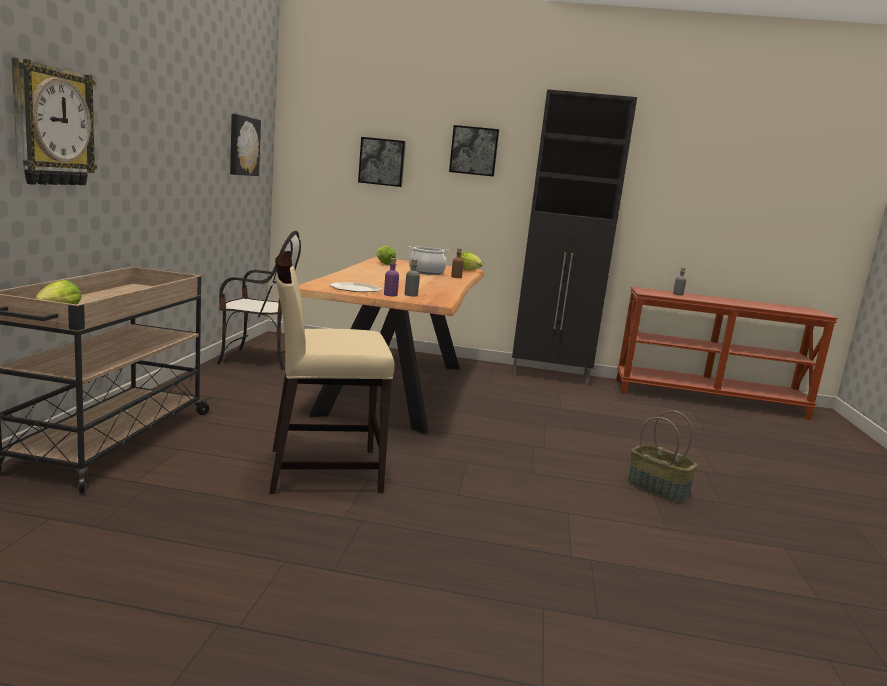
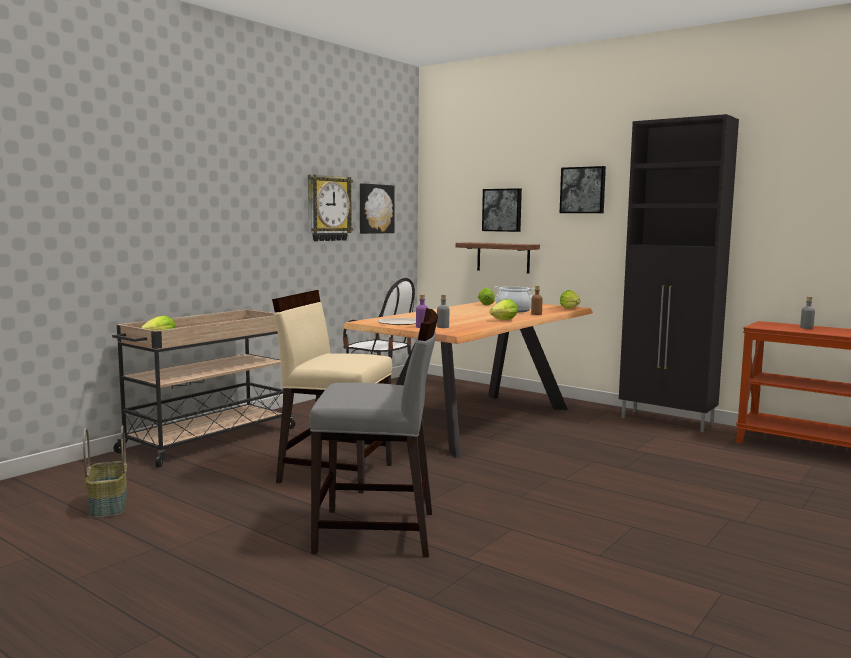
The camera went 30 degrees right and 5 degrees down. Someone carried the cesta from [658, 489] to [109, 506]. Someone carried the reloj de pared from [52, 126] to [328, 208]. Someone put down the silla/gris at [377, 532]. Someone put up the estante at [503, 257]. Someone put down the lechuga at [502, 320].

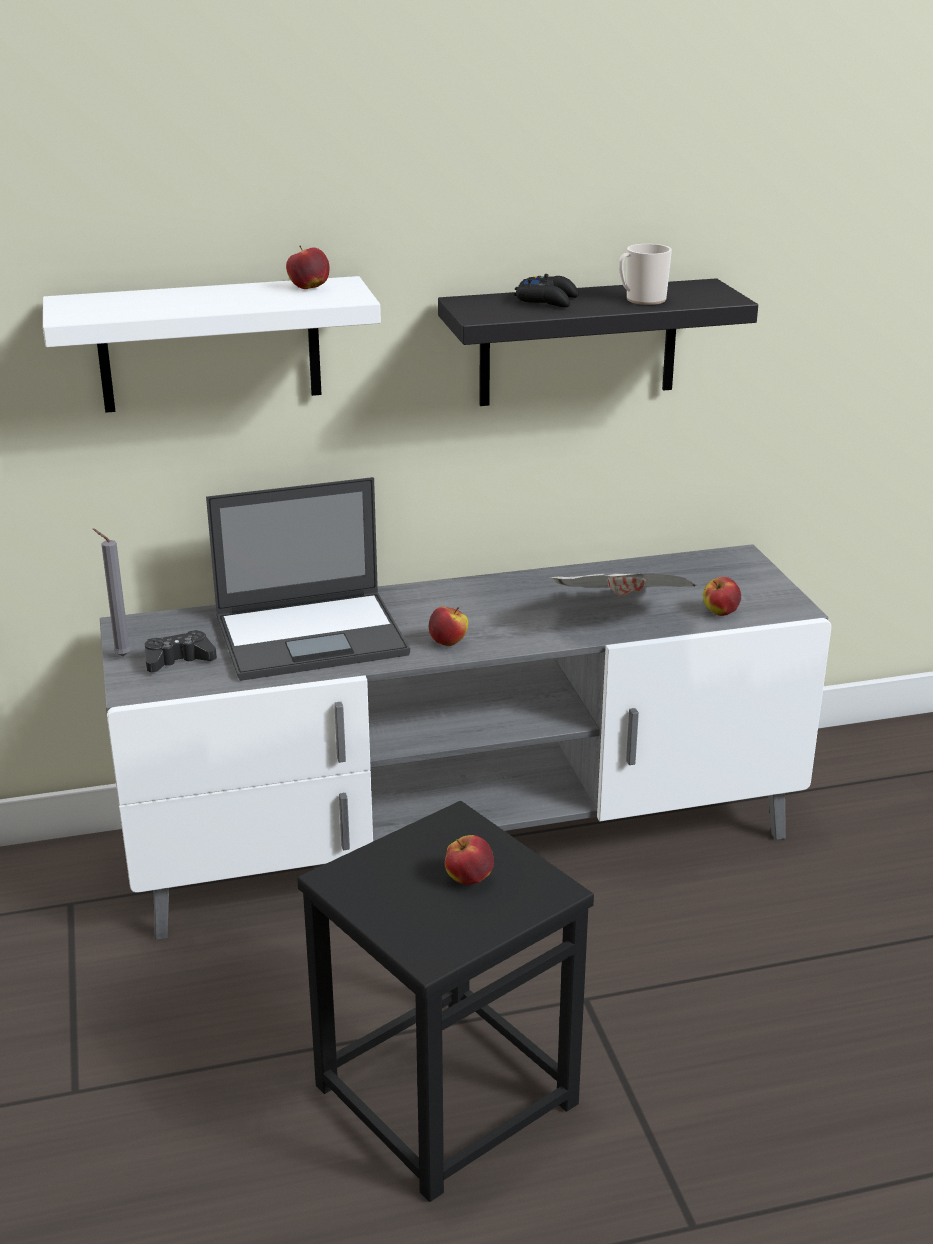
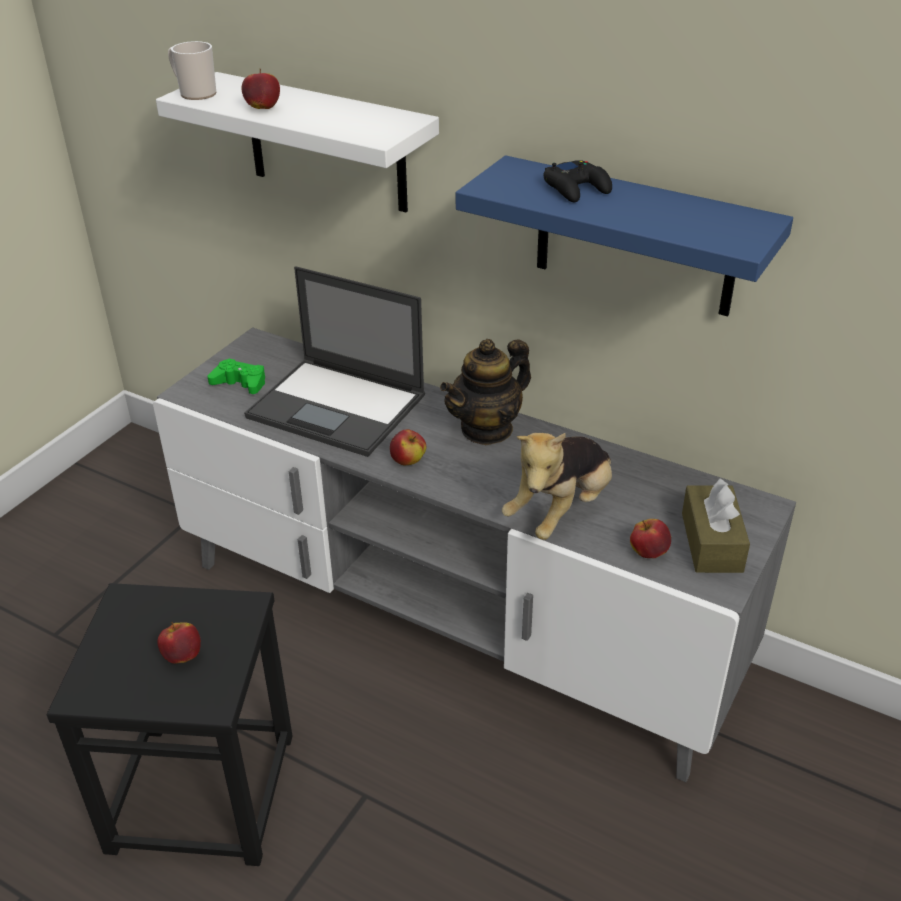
The camera went 45 degrees right and 10 degrees up. Someone carried the taza grande from [641, 300] to [194, 93]. Someone repainted the mando de consola/negro at [178, 660], which became the mando de consola/verde at [240, 383]. Someone carried the manzana from [309, 288] to [263, 108]. Someone put down the tetera at [487, 429]. Someone repainted the estante/negro at [578, 343], which became the estante/azul at [635, 238]. Someone swapped the periódico at [620, 618] for the peluche at [561, 510]. Someone put down the caja de pañuelos/marrón at [711, 542]. Someone took away the vela/gris at [120, 656].

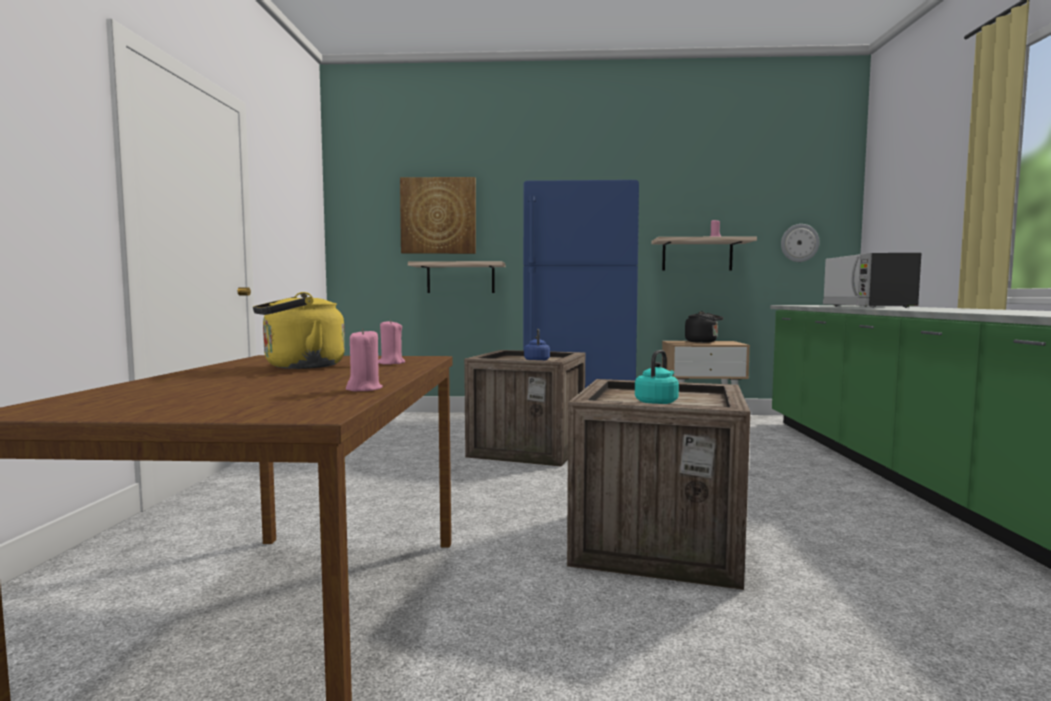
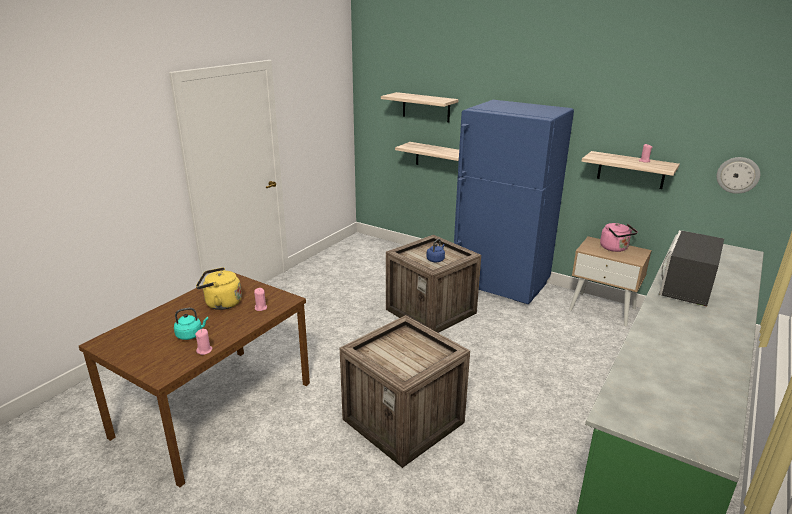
The camera went 30 degrees right and 20 degrees up. Someone carried the hervidor/turquesa from [657, 402] to [191, 335]. Someone swapped the cuadro at [438, 216] for the estante at [426, 107]. Someone repainted the hervidor/negro at [703, 342], which became the hervidor/rosa at [615, 248].

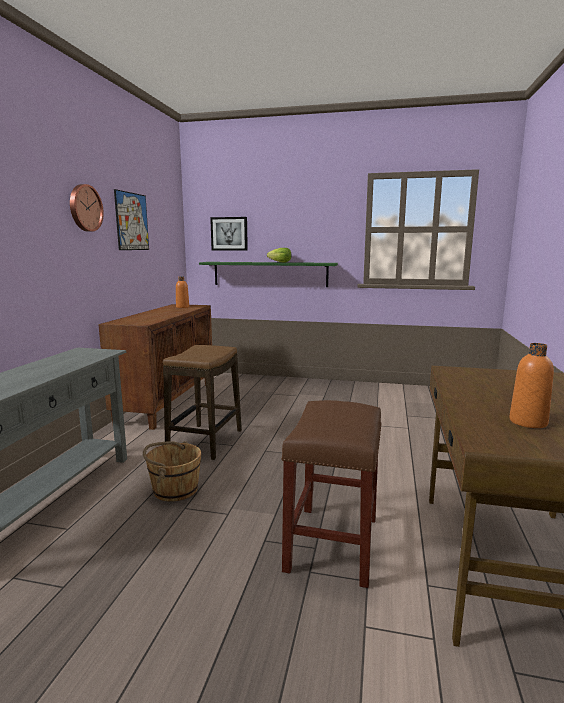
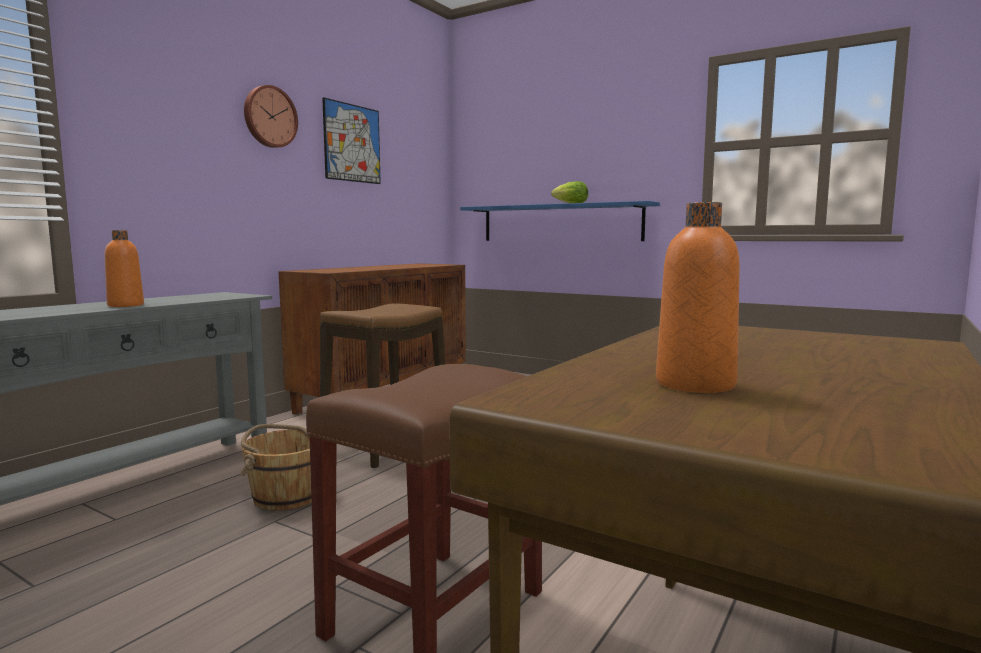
The camera went 20 degrees right and 5 degrees down. Someone carried the botella/naranja from [182, 307] to [125, 305]. Someone repainted the estante/verde at [270, 274], which became the estante/azul at [560, 223]. Someone took away the cuadro at [229, 234].

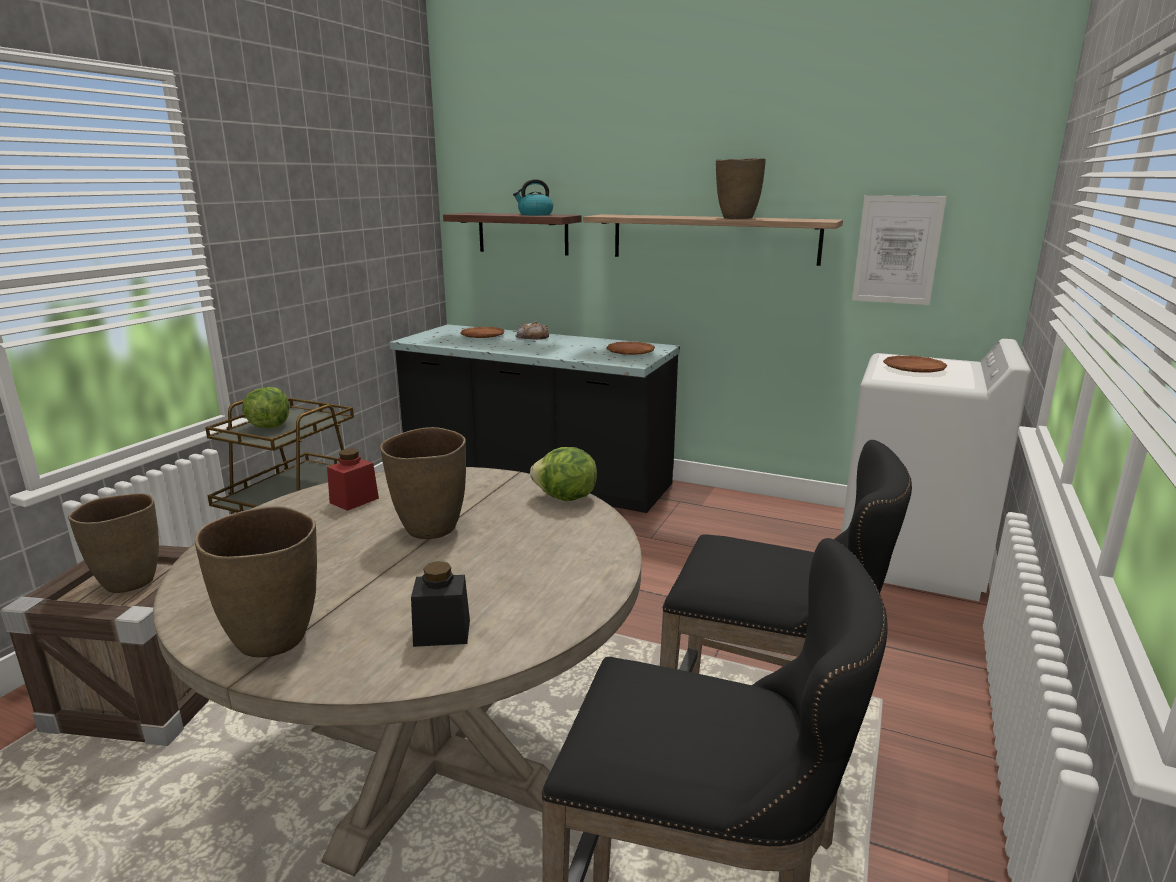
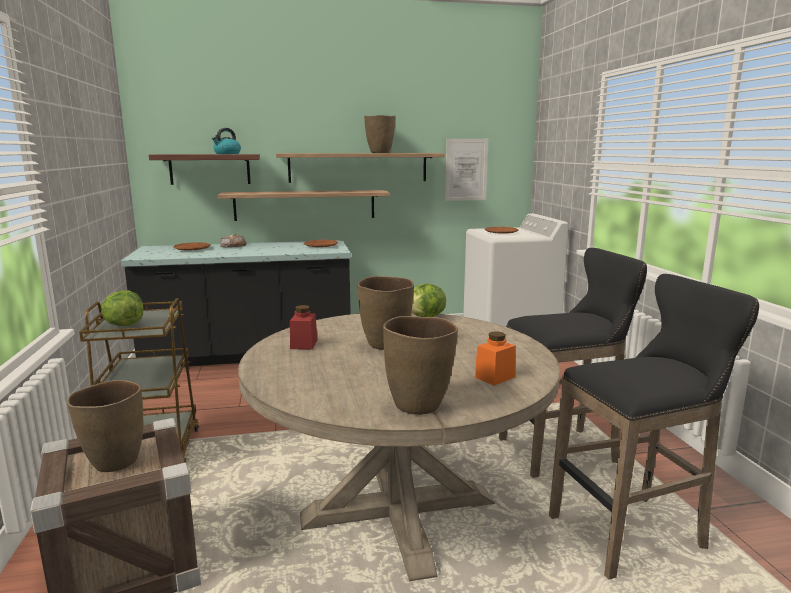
The camera went 35 degrees left and 5 degrees down. Someone put up the estante at [305, 205]. Someone repainted the tarro/negro at [442, 633], which became the tarro/naranja at [495, 377].

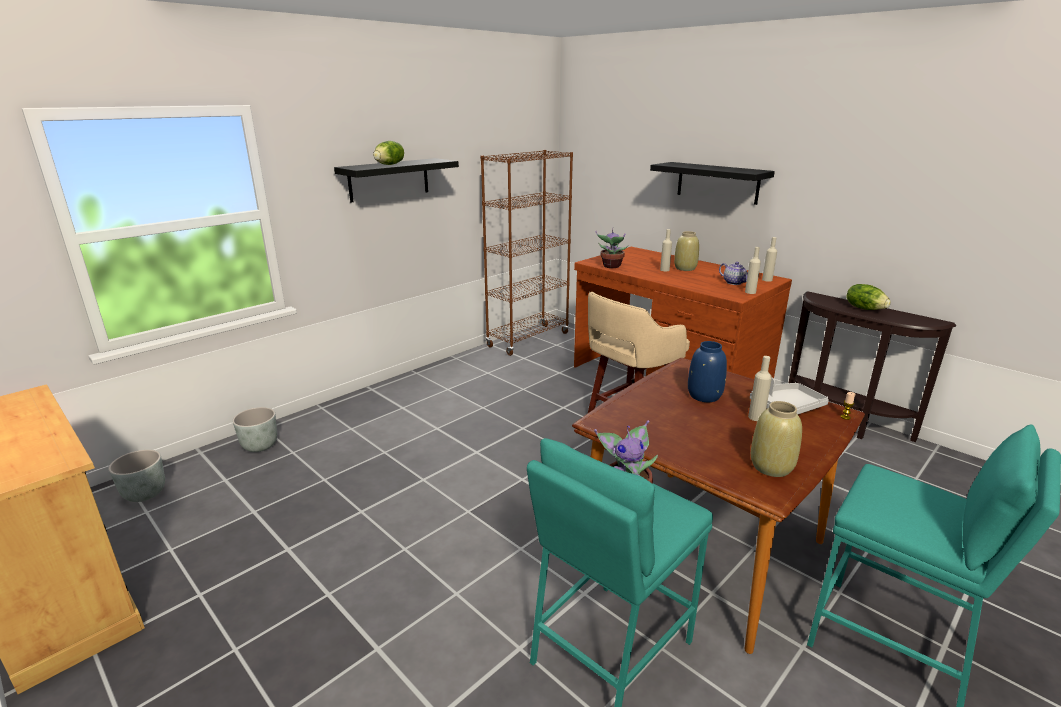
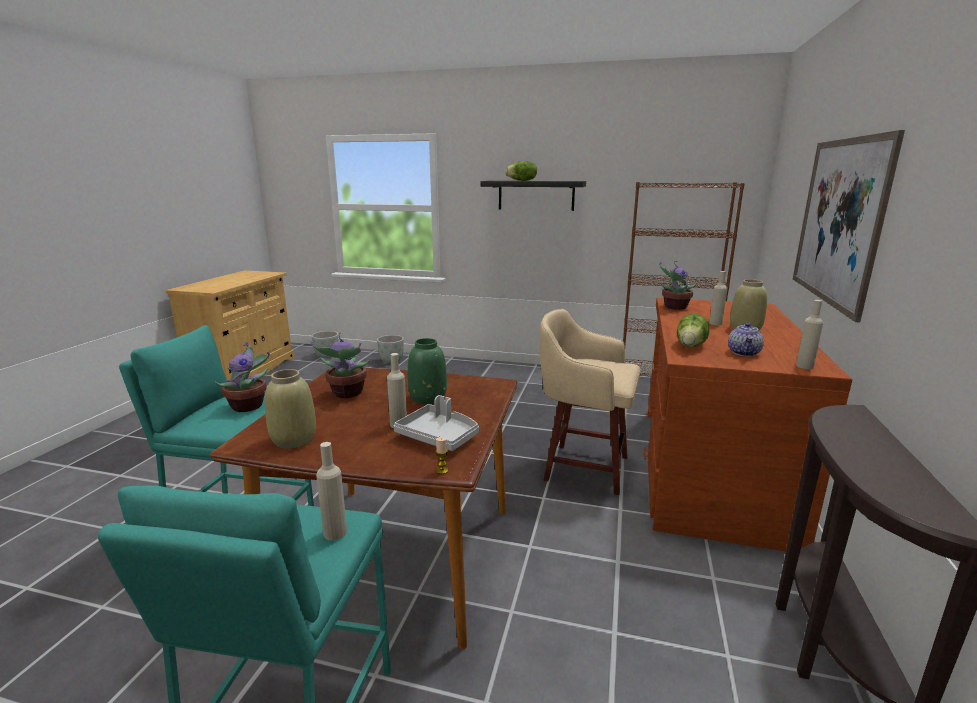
The camera went 60 degrees right and 5 degrees down. Someone put down the planta en maceta at [347, 394]. Someone carried the botella/beis from [750, 292] to [335, 532]. Someone repainted the florero/azul at [703, 396], which became the florero/verde at [428, 398]. Someone carried the lechuga from [864, 308] to [691, 346]. Someone swapped the estante/negro at [717, 182] for the cuadro at [838, 221].

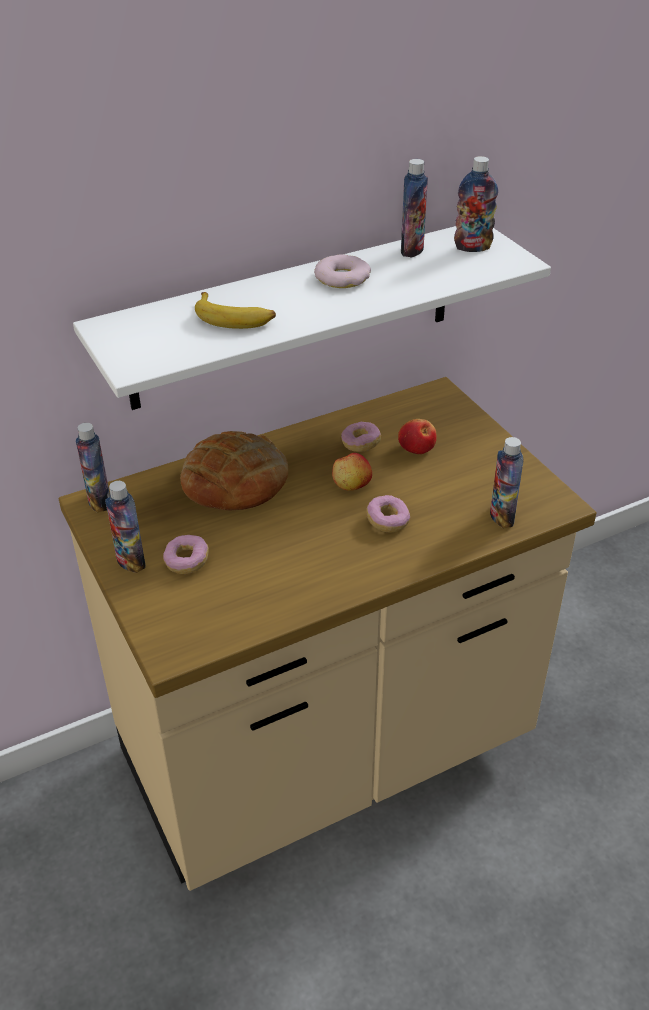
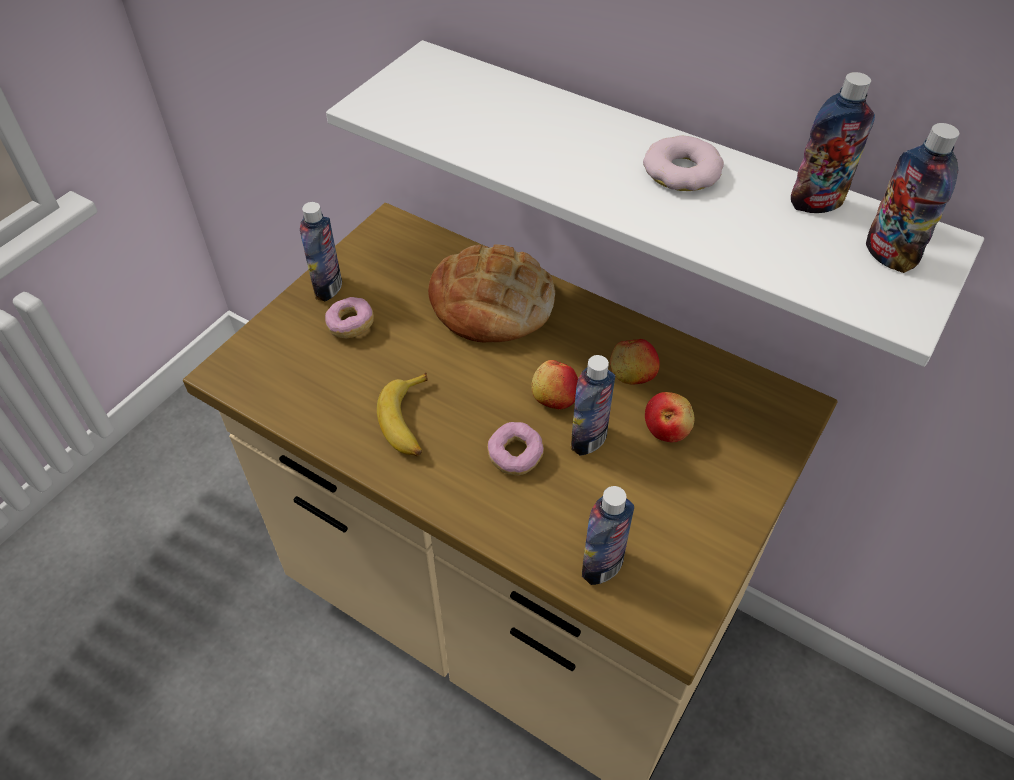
The camera went 60 degrees right and 10 degrees up. Someone carried the plátano from [234, 318] to [409, 422]. Someone carried the botella from [99, 501] to [588, 440]. Someone swapped the rosquilla at [361, 444] for the manzana at [632, 375].

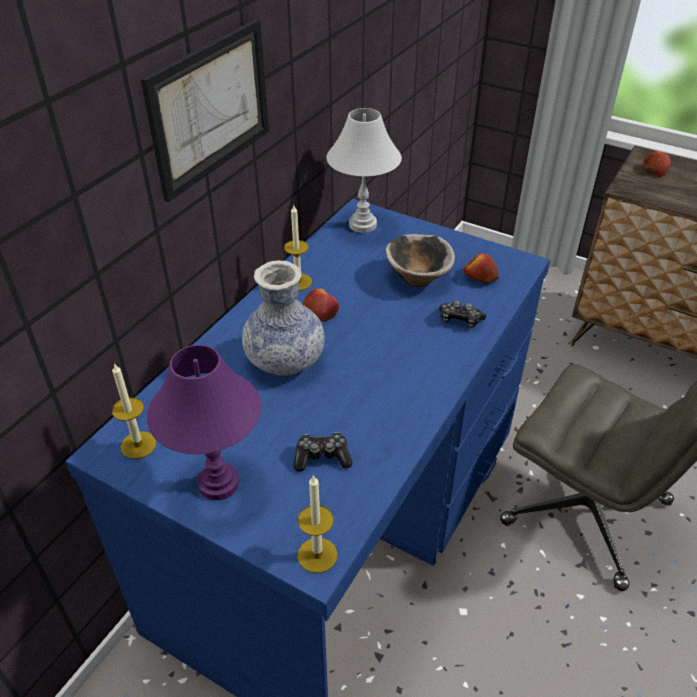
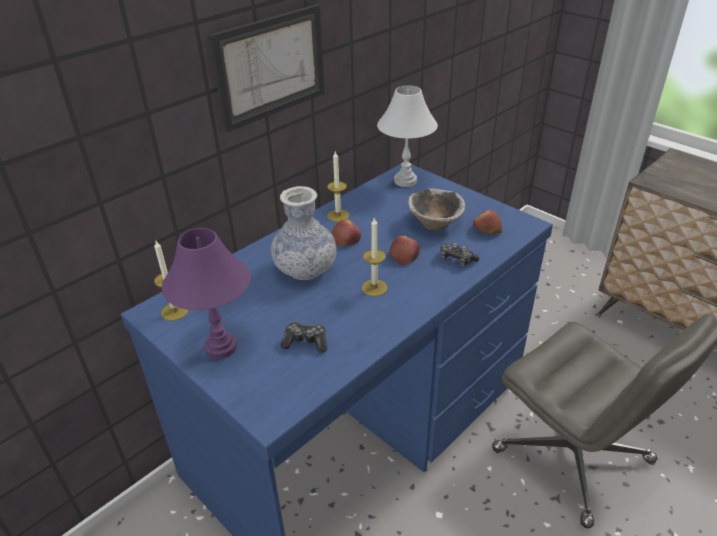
The camera went 15 degrees right and 5 degrees down. Someone carried the vela from [317, 555] to [374, 287]. Someone carried the manzana from [654, 170] to [404, 255].

